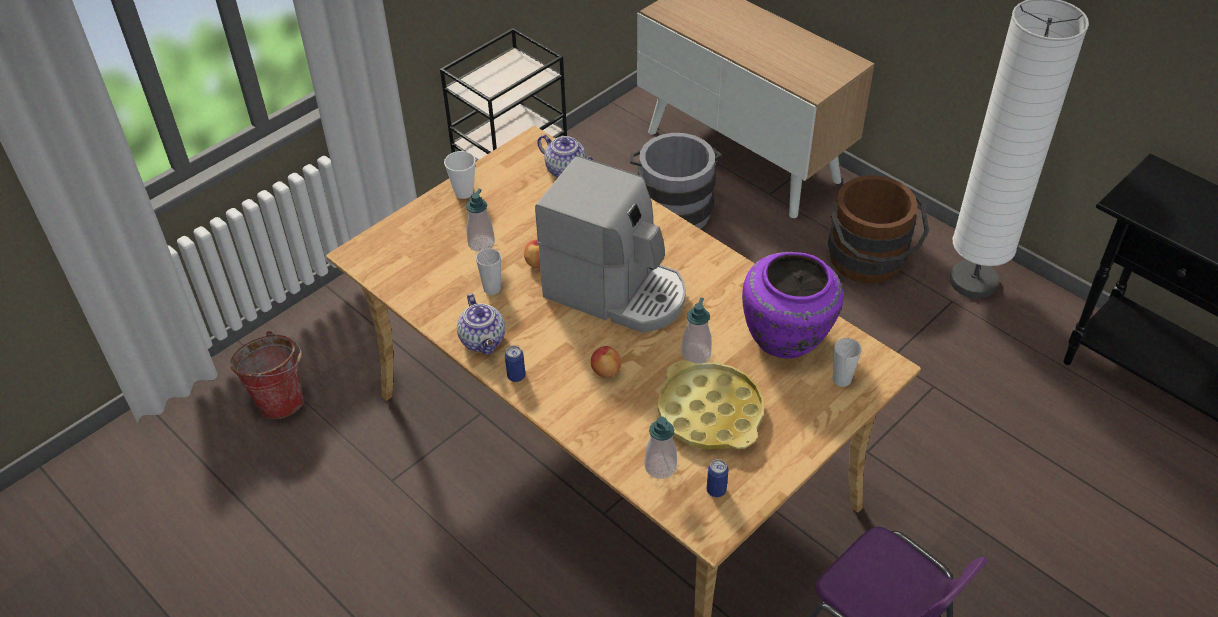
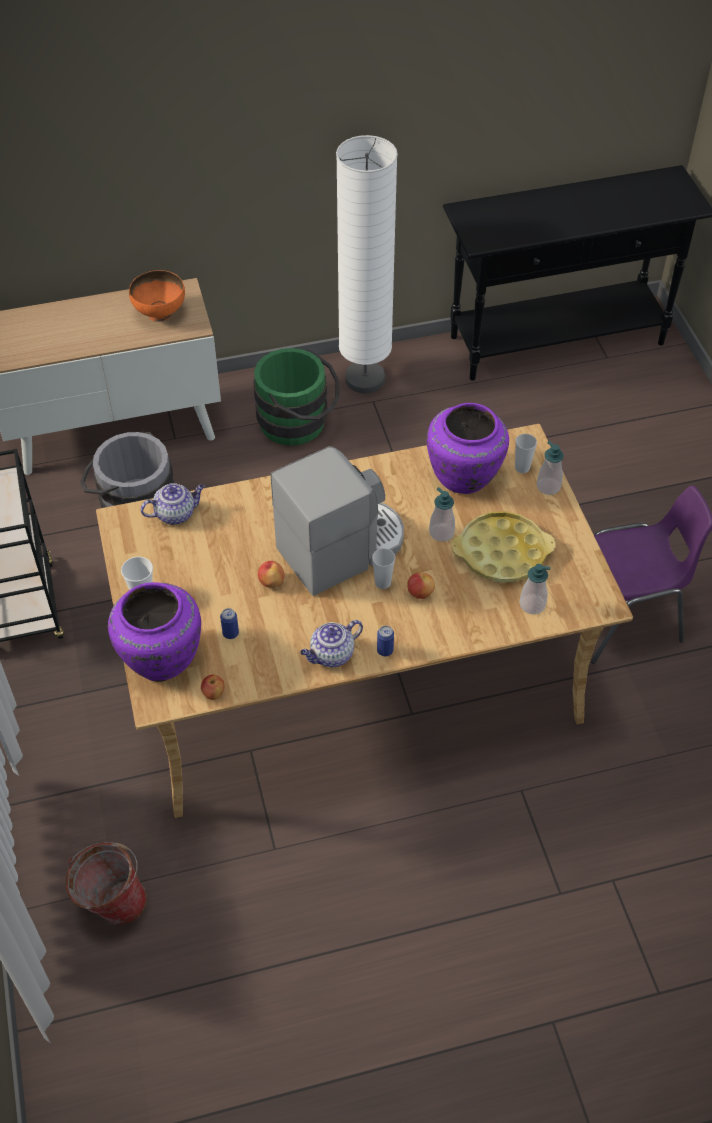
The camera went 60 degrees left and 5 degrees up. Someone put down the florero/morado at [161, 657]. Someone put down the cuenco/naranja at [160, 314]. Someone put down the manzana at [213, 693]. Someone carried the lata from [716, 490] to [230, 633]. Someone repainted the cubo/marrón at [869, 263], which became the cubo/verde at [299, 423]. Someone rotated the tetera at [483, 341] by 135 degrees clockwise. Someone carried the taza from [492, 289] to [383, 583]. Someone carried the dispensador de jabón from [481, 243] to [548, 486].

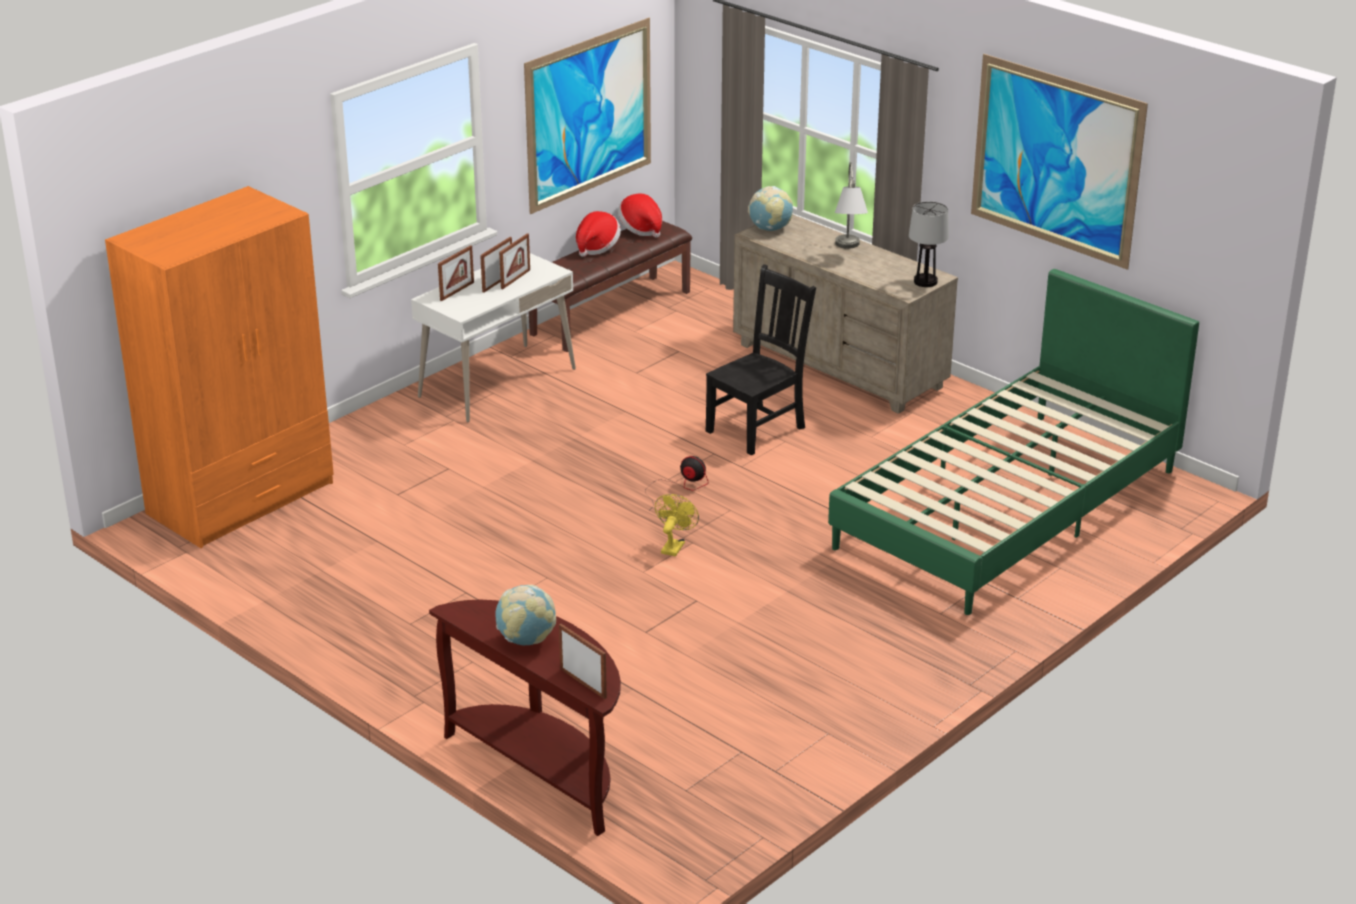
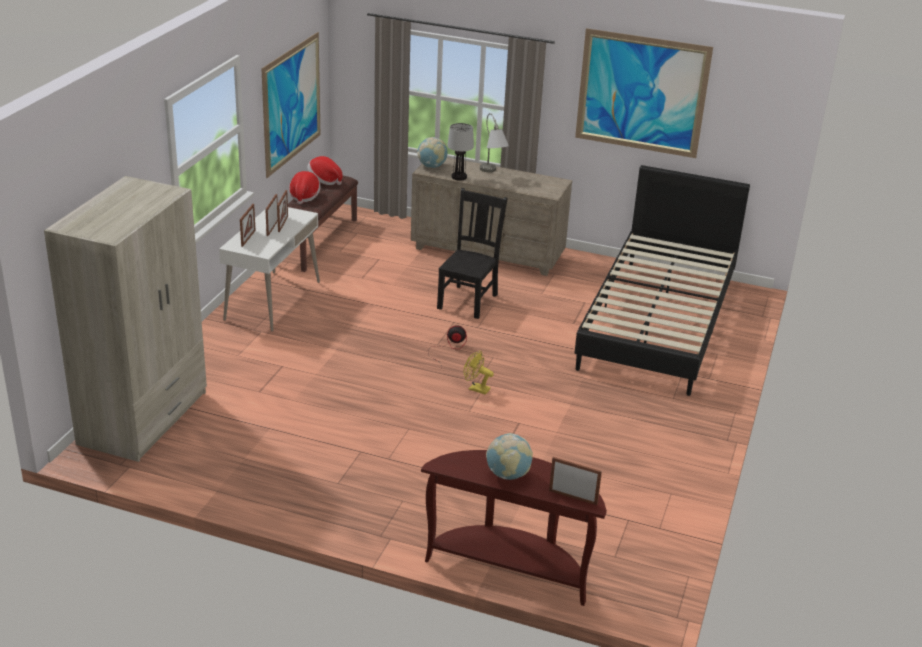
The camera went 25 degrees left and 0 degrees up. Someone repainted the armario ropero/naranja at [242, 498], which became the armario ropero/beis at [144, 418]. Someone carried the lámpara de mesa from [925, 281] to [459, 177]. Someone rotated the ventilador/amarillo at [674, 546] by 60 degrees counterclockwise. Someone repainted the cama/verde at [1008, 508], which became the cama/negro at [657, 323].

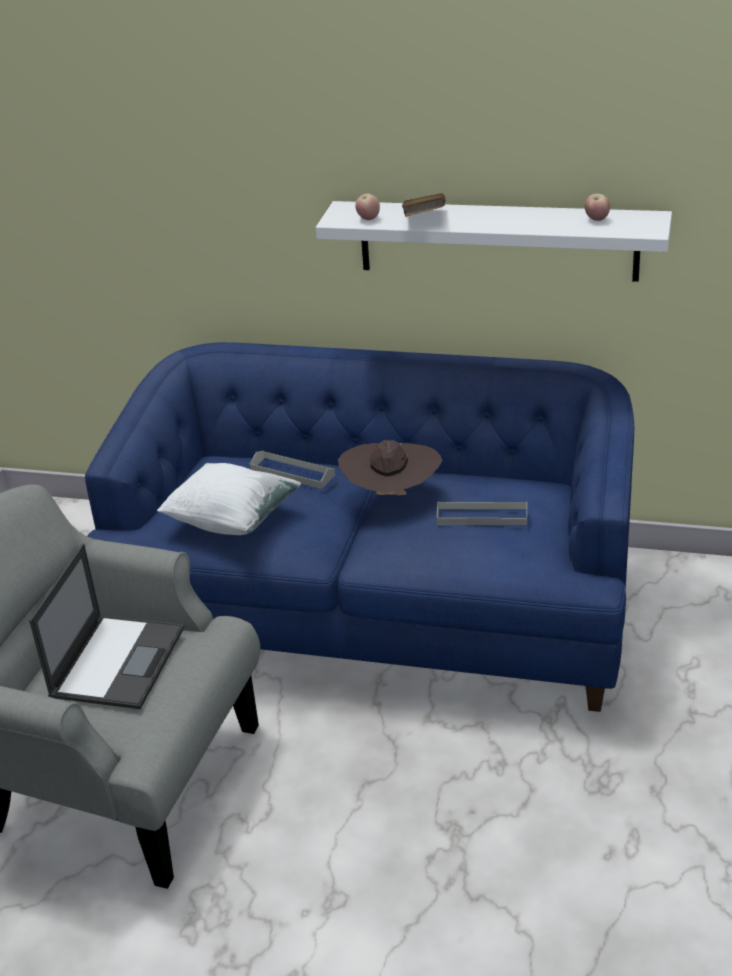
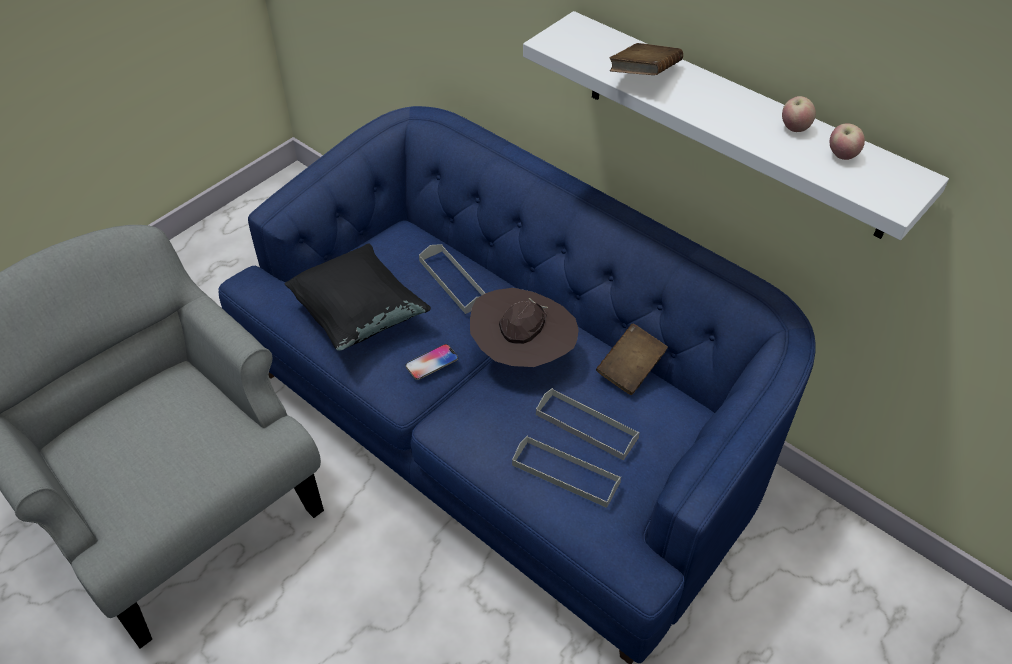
The camera went 25 degrees right and 15 degrees up. Someone repainted the cojín/blanco at [232, 520], which became the cojín/negro at [359, 316]. Someone put down the móvil at [431, 362]. Someone put down the bandeja/gris at [565, 473]. Someone put down the libro/marrón at [630, 370]. Someone carried the manzana from [368, 219] to [794, 128]. Someone took away the portátil at [118, 661].

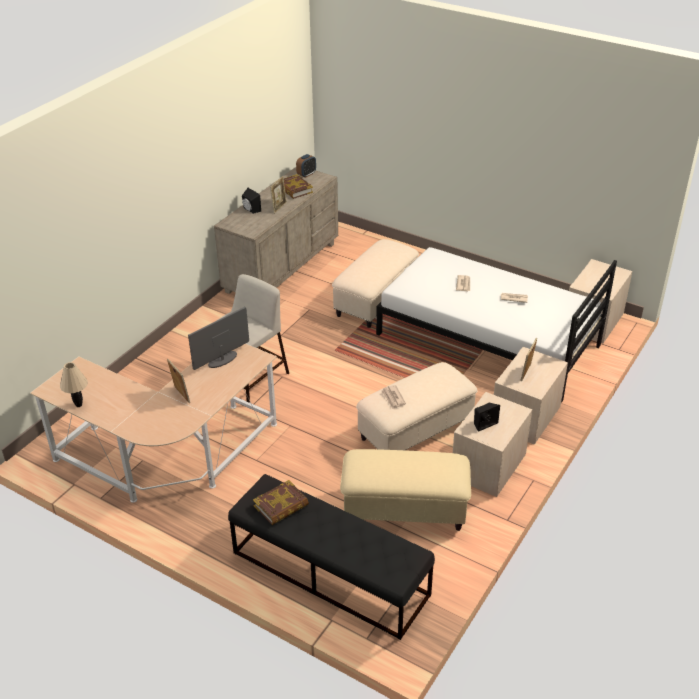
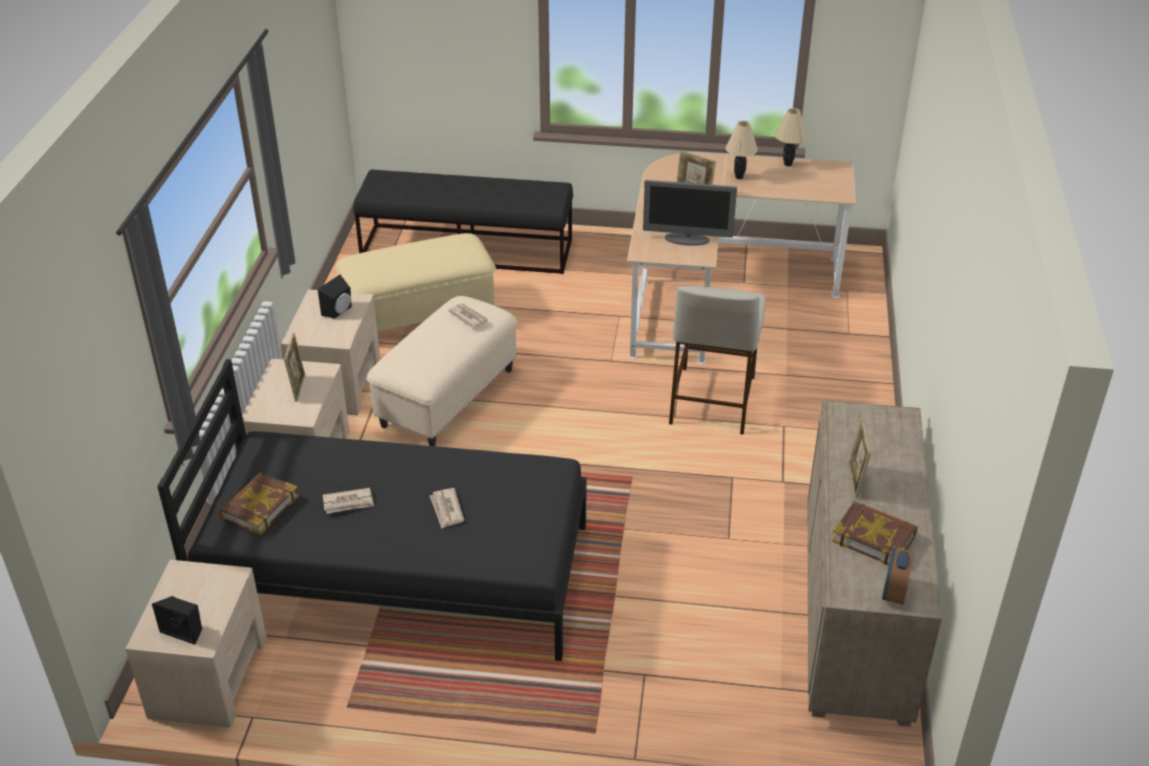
The camera went 155 degrees right and 0 degrees up. Someone carried the altavoz/negro from [250, 210] to [184, 630]. Someone repainted the cama/blanco at [487, 340], which became the cama/negro at [396, 571]. Someone carried the libro from [281, 506] to [259, 507]. Someone rotated the monitor at [222, 360] by 75 degrees clockwise. Someone put down the lámpara de mesa/beis at [738, 177]. Someone took away the puf/beis at [376, 300].

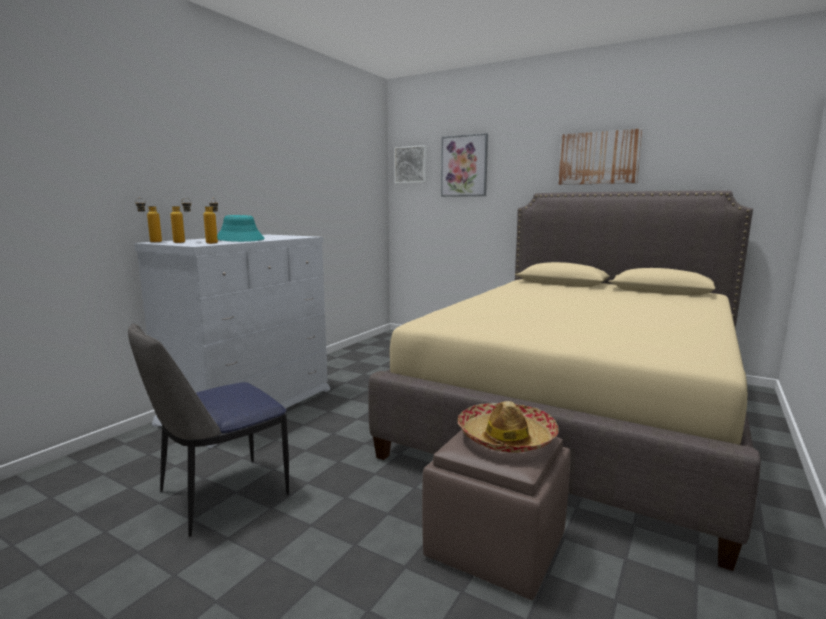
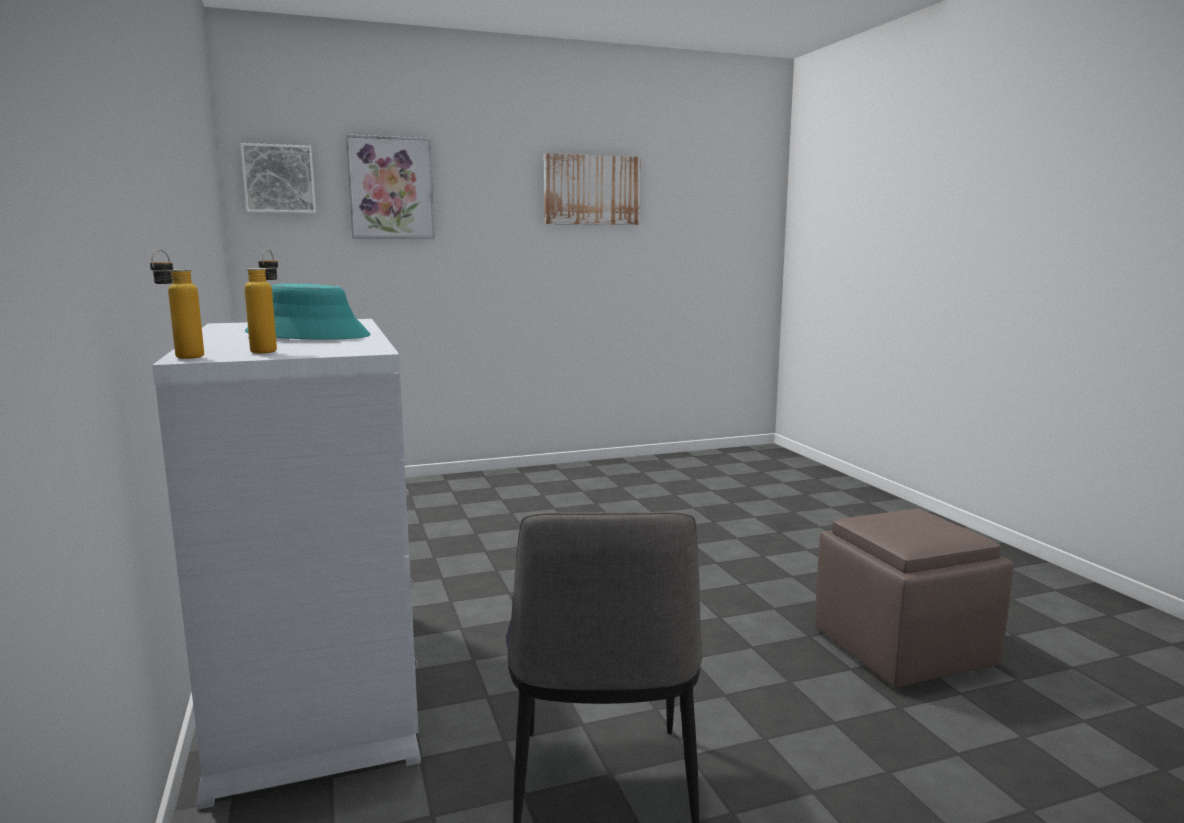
The camera went 50 degrees left and 0 degrees up. Someone took away the botella at [214, 242]. Someone took away the cama/beis at [579, 413]. Someone took away the sombrero at [506, 438].

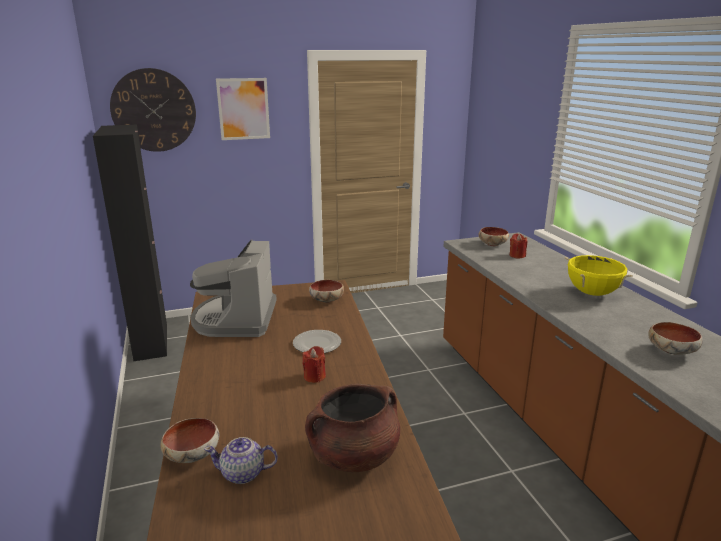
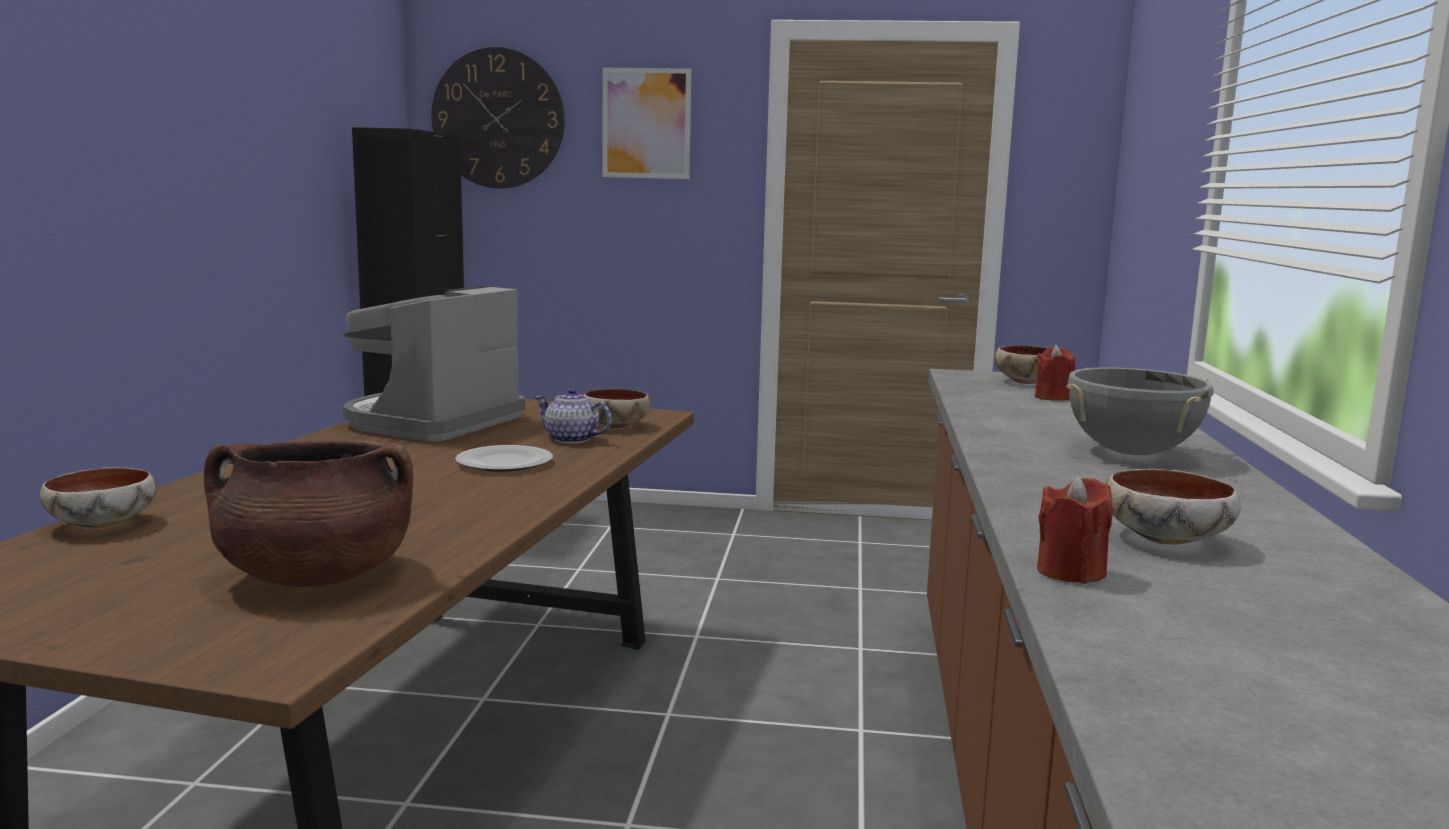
The camera went 25 degrees right and 10 degrees down. Someone carried the tetera from [243, 474] to [572, 439]. Someone carried the vela/rojo from [314, 376] to [1071, 572]. Someone repainted the olla/amarillo at [592, 293], which became the olla/gris at [1131, 453].

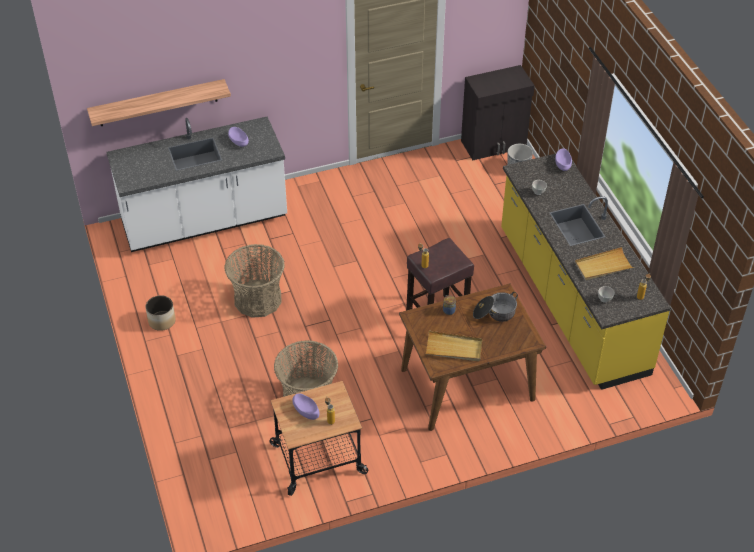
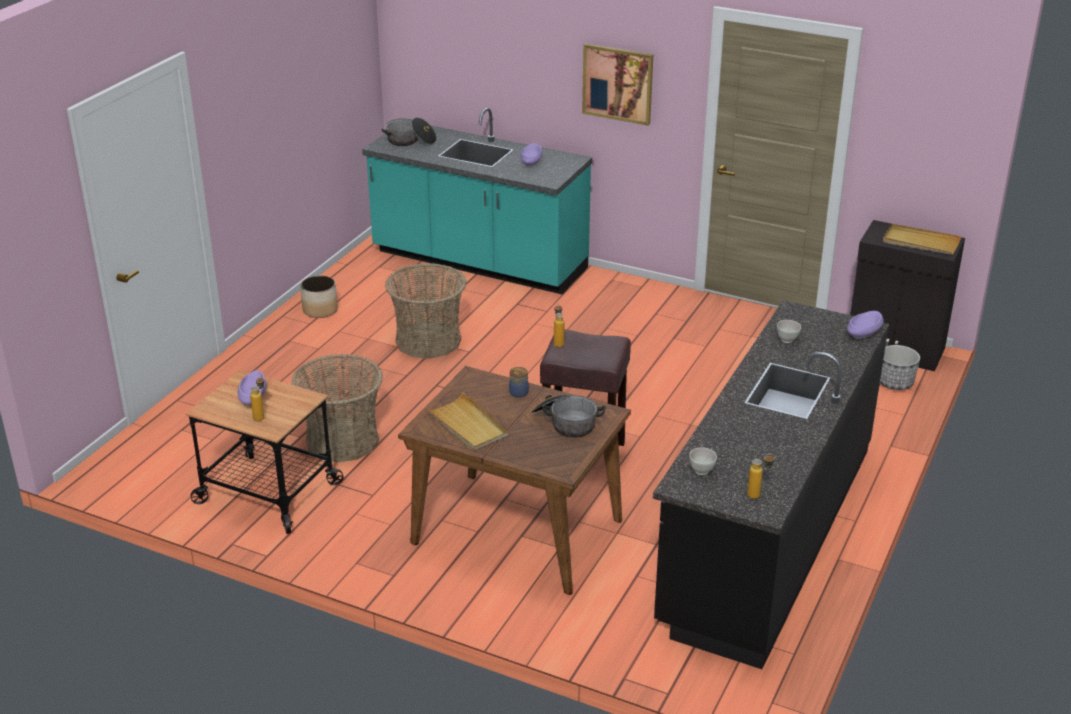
The camera went 45 degrees right and 15 degrees down. Someone repainted the mueble bajo de cocina/blanco at [205, 221], which became the mueble bajo de cocina/turquesa at [479, 262]. Someone put down the olla at [410, 141]. Someone put up the cuadro at [618, 83]. Someone repainted the mueble bajo de cocina/amarillo at [571, 301], which became the mueble bajo de cocina/negro at [766, 534]. Someone carried the bandeja/beis from [603, 266] to [920, 242]. Someone took away the estante at [158, 103].

